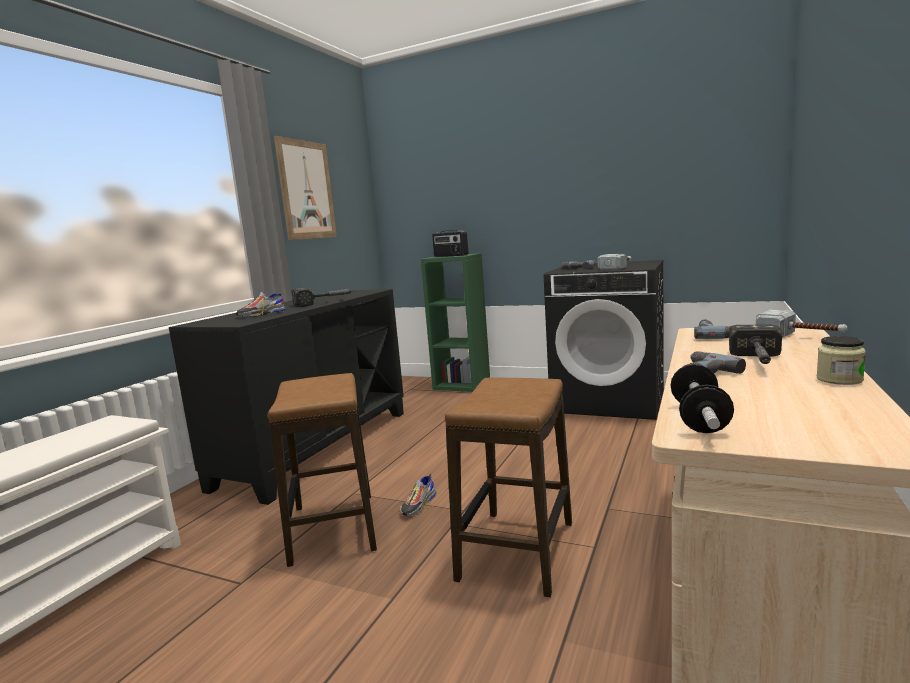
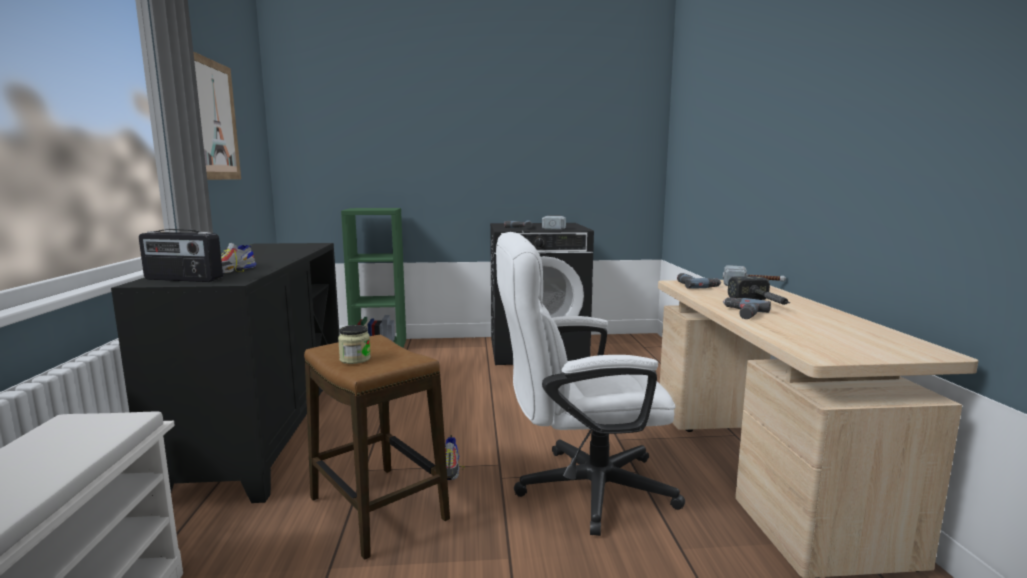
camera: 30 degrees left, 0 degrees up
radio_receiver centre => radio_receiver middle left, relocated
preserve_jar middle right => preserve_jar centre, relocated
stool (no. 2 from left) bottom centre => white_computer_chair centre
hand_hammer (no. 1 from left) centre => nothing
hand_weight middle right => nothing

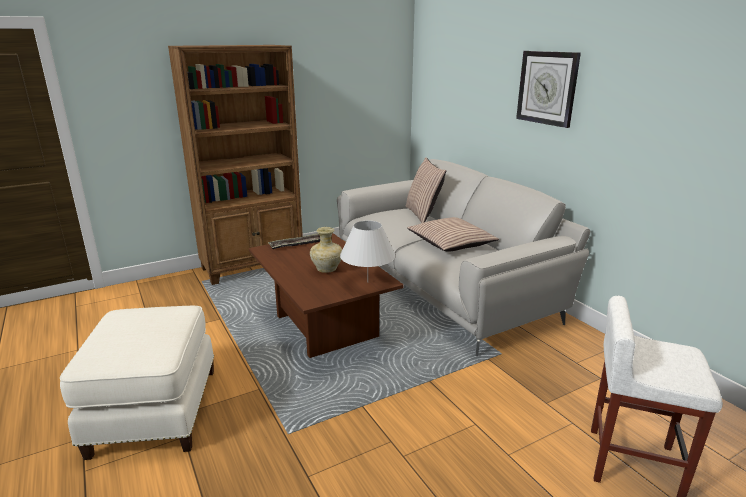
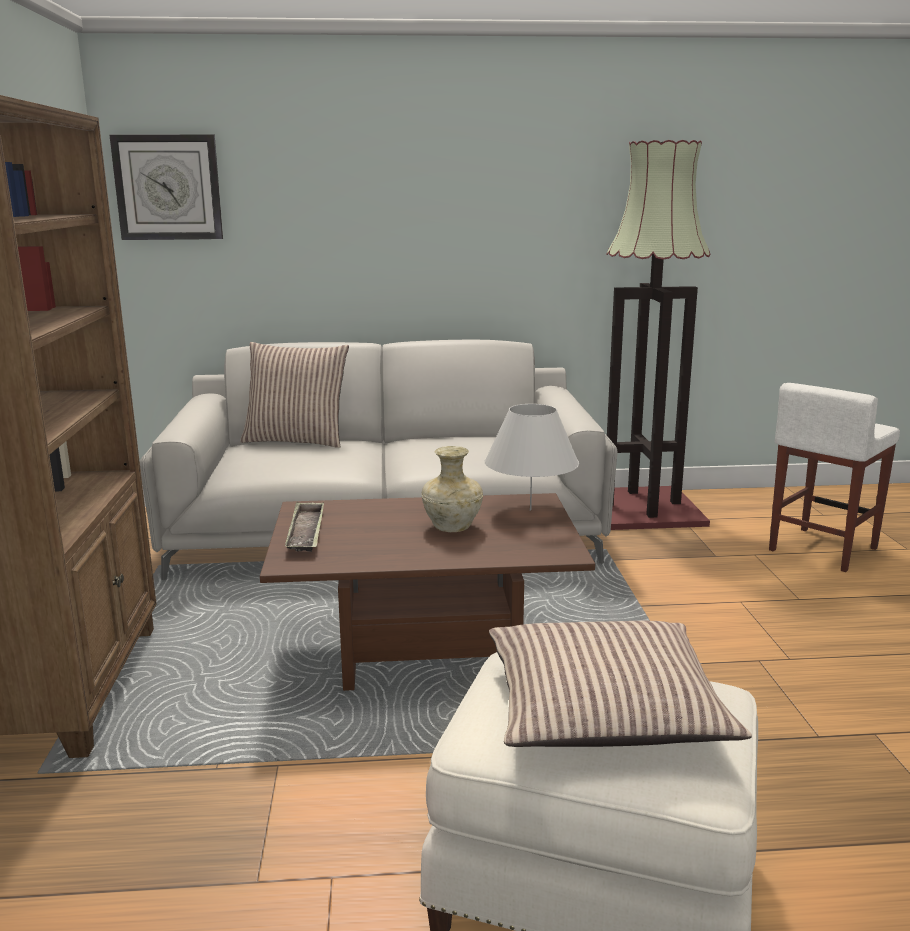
camera: 65 degrees left, 5 degrees down
clock_on_the_wall top right => clock_on_the_wall top left, relocated
pillow (no. 2 from left) centre => pillow (no. 2 from left) bottom right, relocated
nothing => standard_lamp middle right

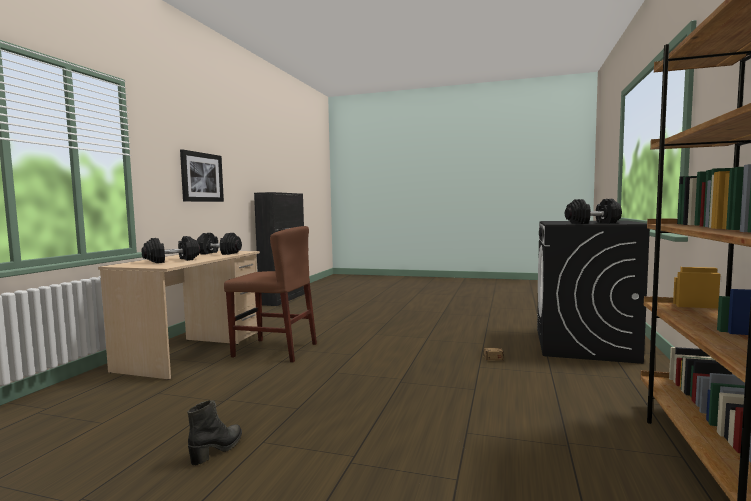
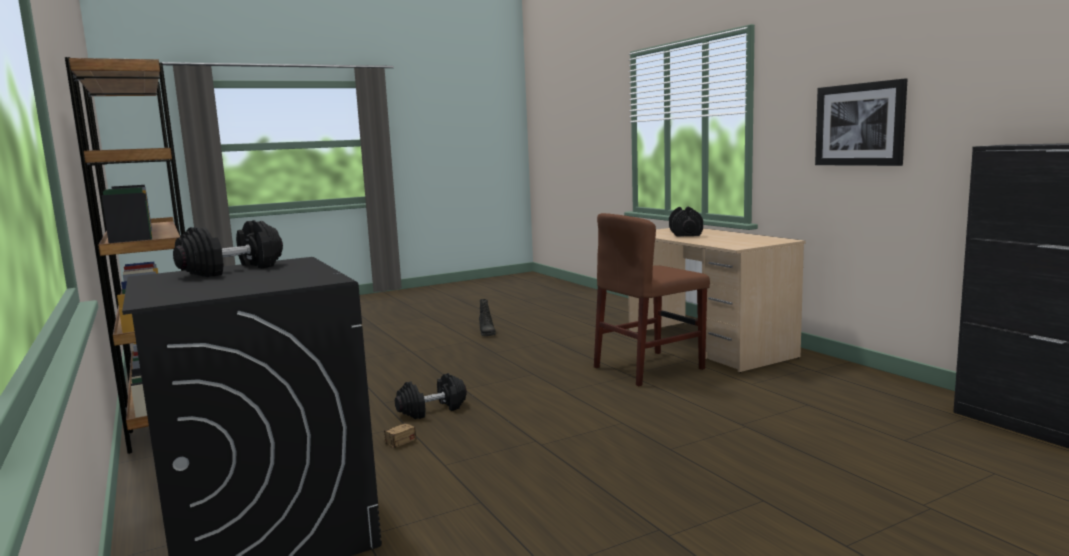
camera: 135 degrees right, 5 degrees up
blackish_hand_weight (no. 2 from left) middle left => blackish_hand_weight (no. 2 from left) bottom centre, relocated

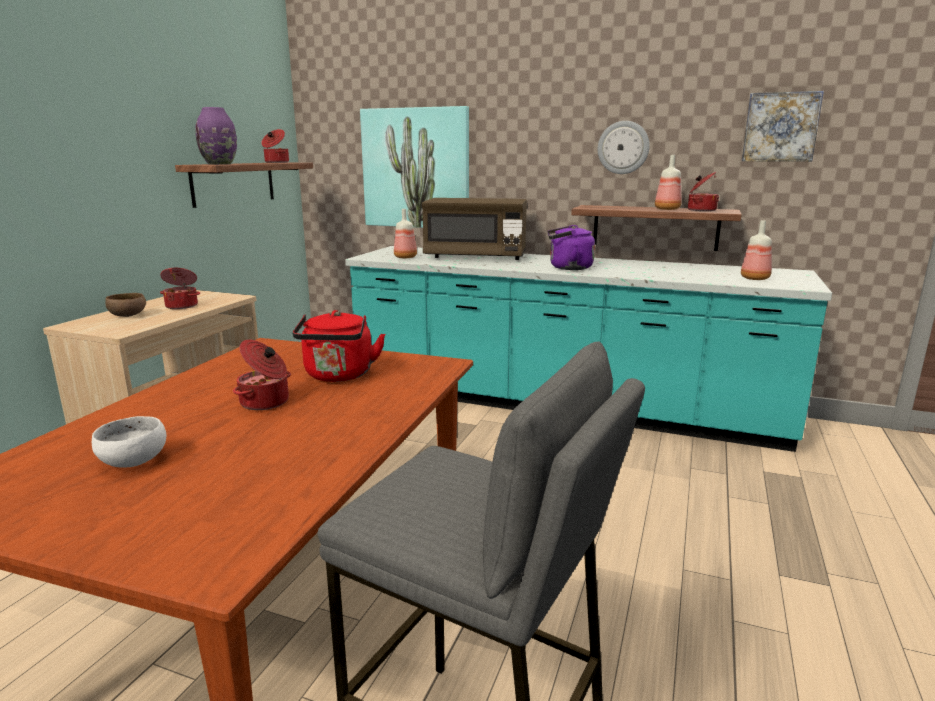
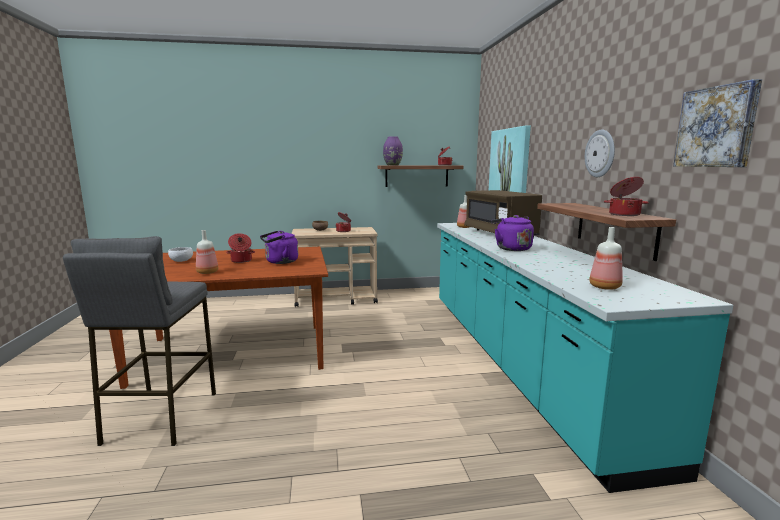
camera: 60 degrees right, 5 degrees down
beverage_bottle (no. 2 from left in the first image) top right => beverage_bottle (no. 1 from left) middle left, relocated
red-coloured_tea_kettle centre => purple-coloured_tea_kettle (no. 1 from left) centre

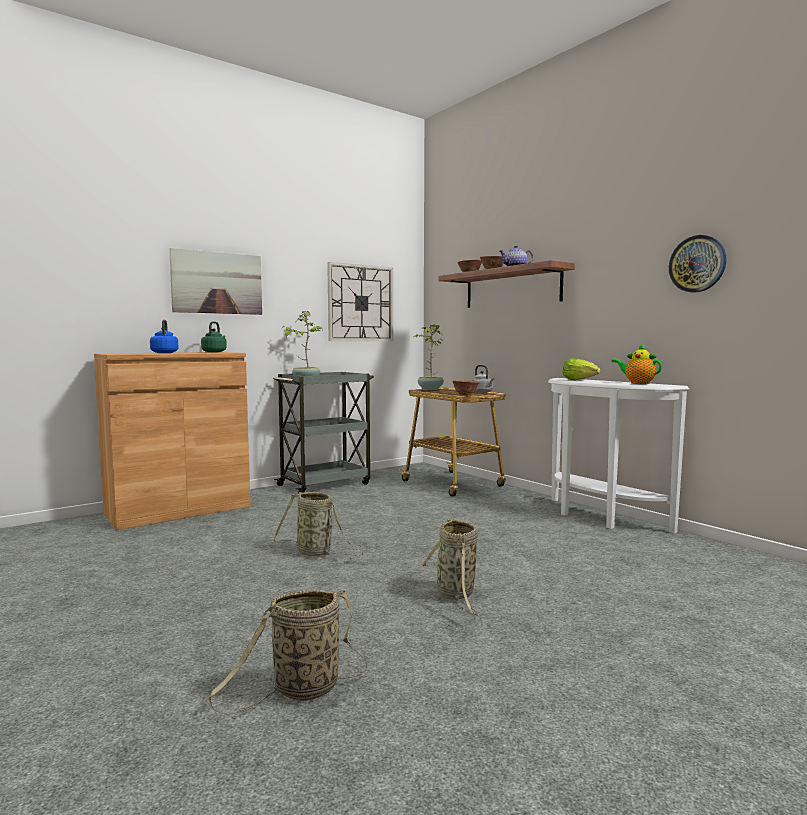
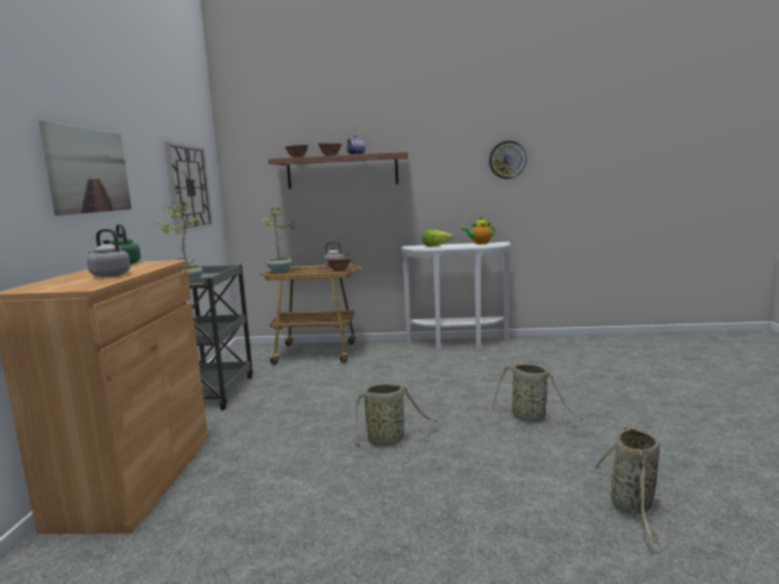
camera: 50 degrees left, 5 degrees up
bluish_tea_kettle middle left => grey_tea_kettle (no. 1 from left) middle left

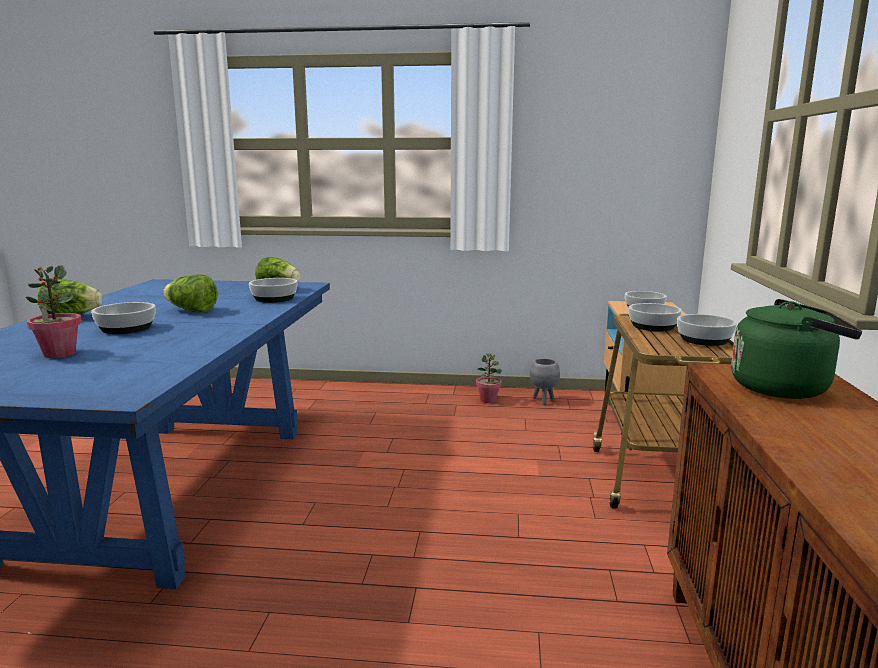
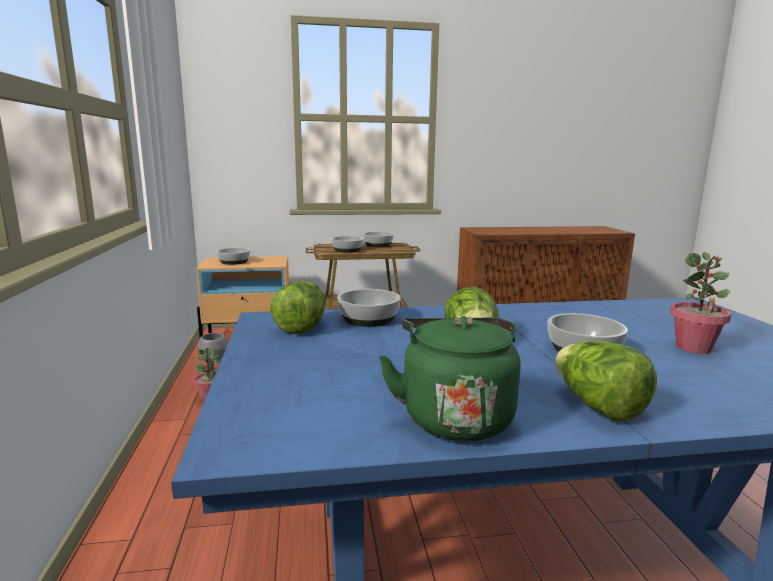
camera: 105 degrees left, 0 degrees up
green_tea_kettle middle right => green_tea_kettle centre, relocated

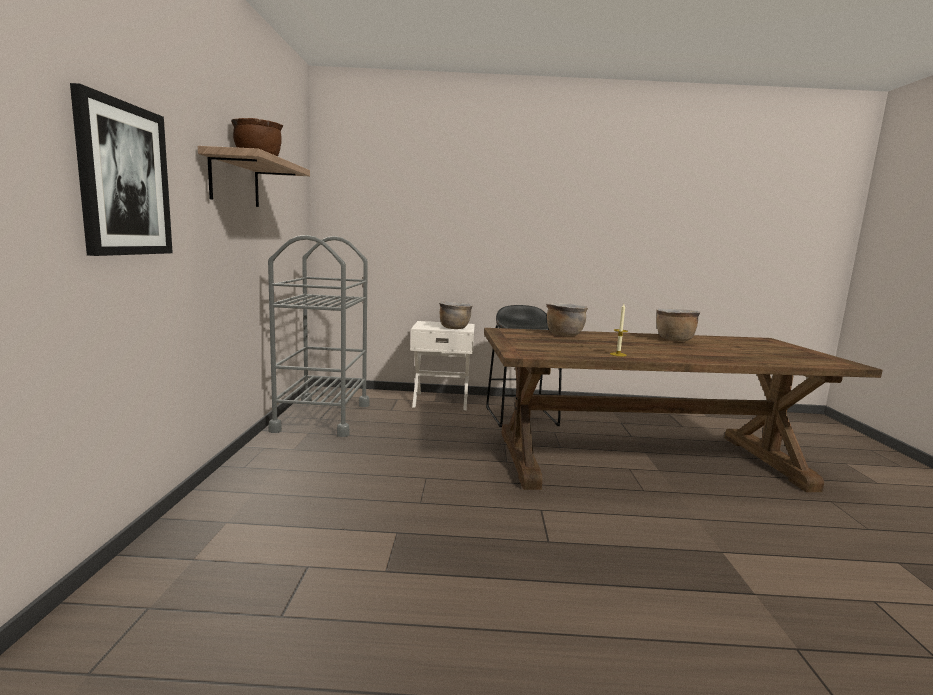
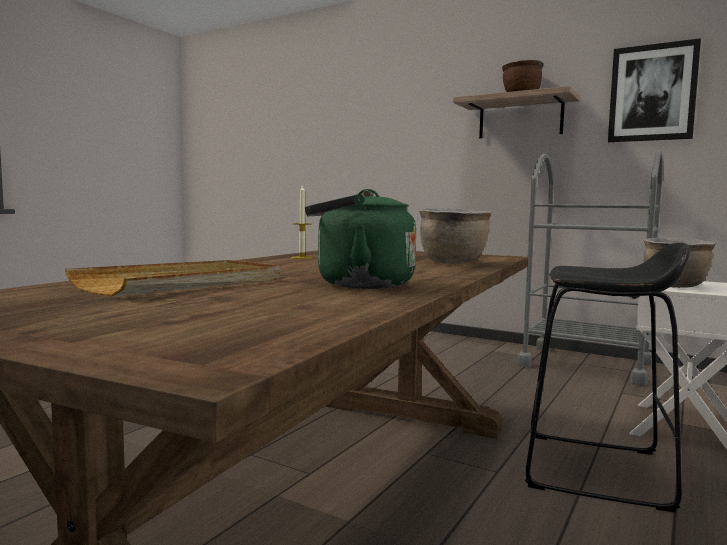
camera: 120 degrees right, 5 degrees down
nothing => beige_tray middle left
brown_stockpot (no. 4 from left) middle right => green_tea_kettle centre
wall_art top left => wall_art top right, relocated

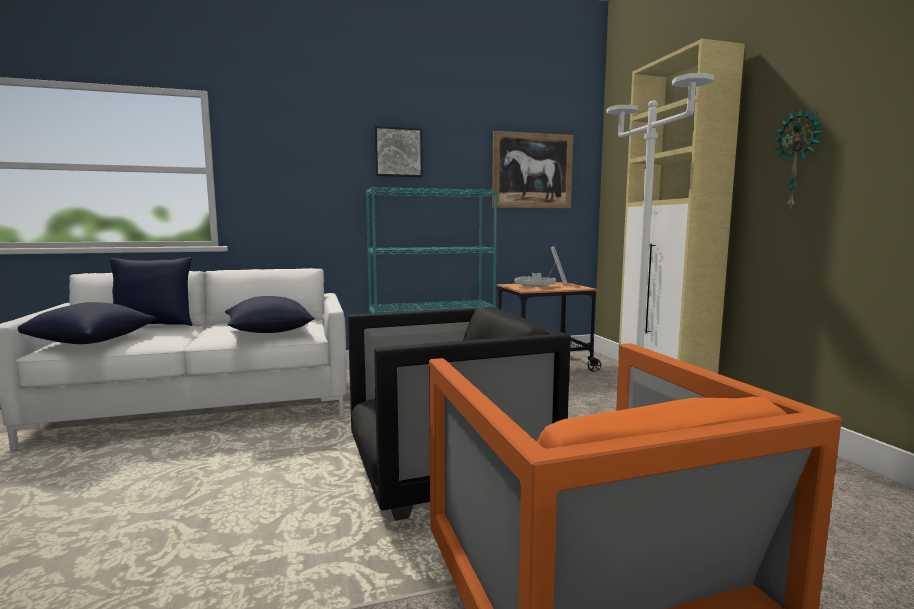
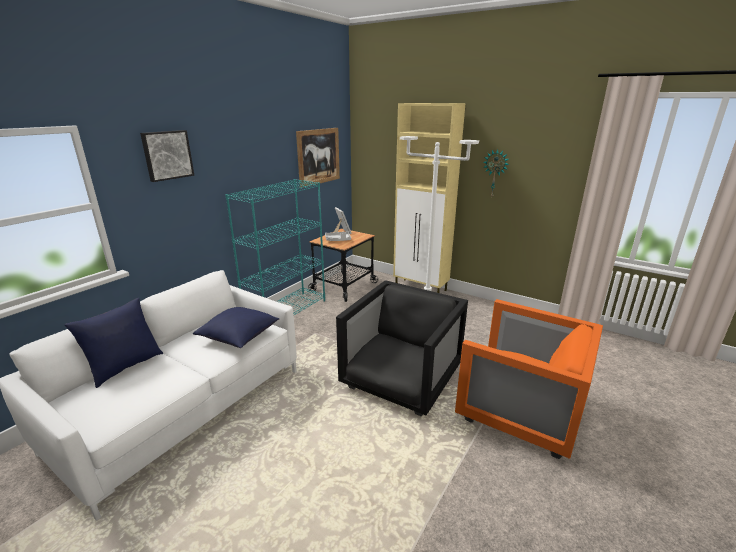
camera: 40 degrees left, 15 degrees up
wall_art (no. 1 from left) top centre => wall_art (no. 1 from left) top left, relocated
bluish_pillow (no. 1 from left) middle left => nothing

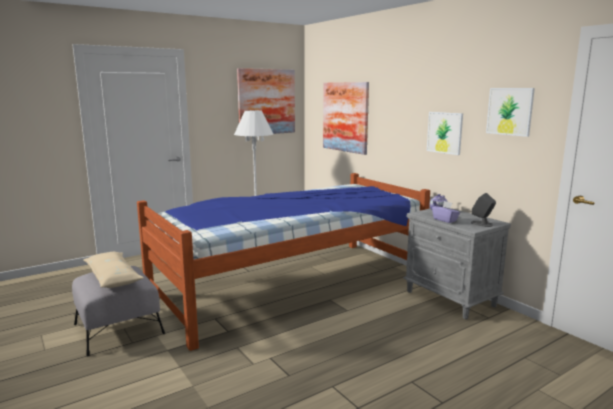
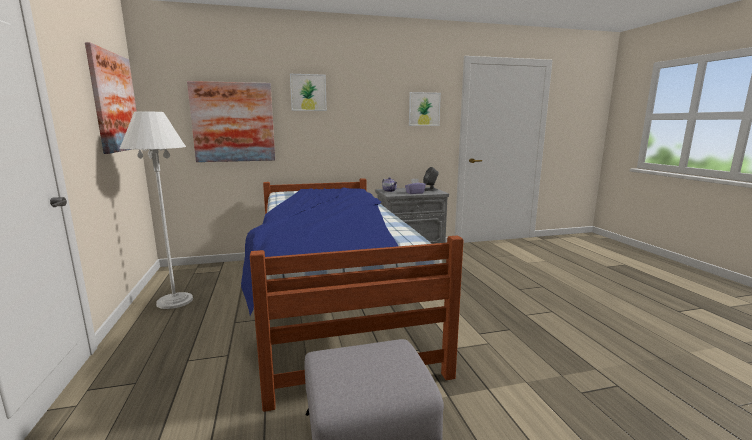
camera: 70 degrees left, 0 degrees up
wall_art (no. 3 from left) top right => wall_art (no. 3 from left) top centre, relocated
beige_pillow middle left => nothing

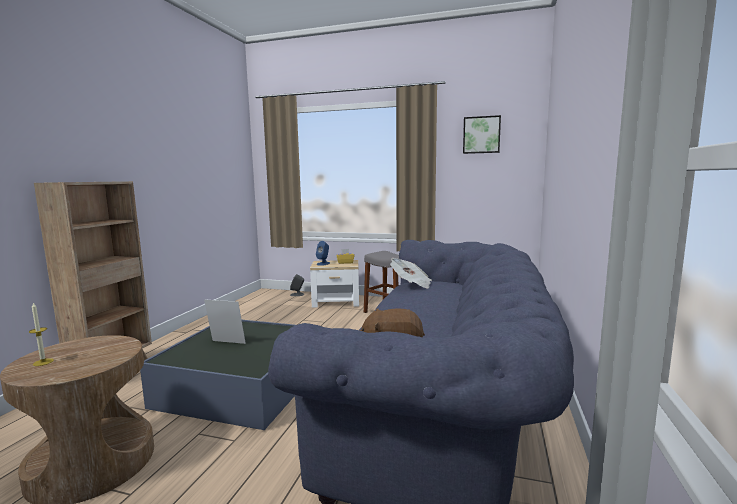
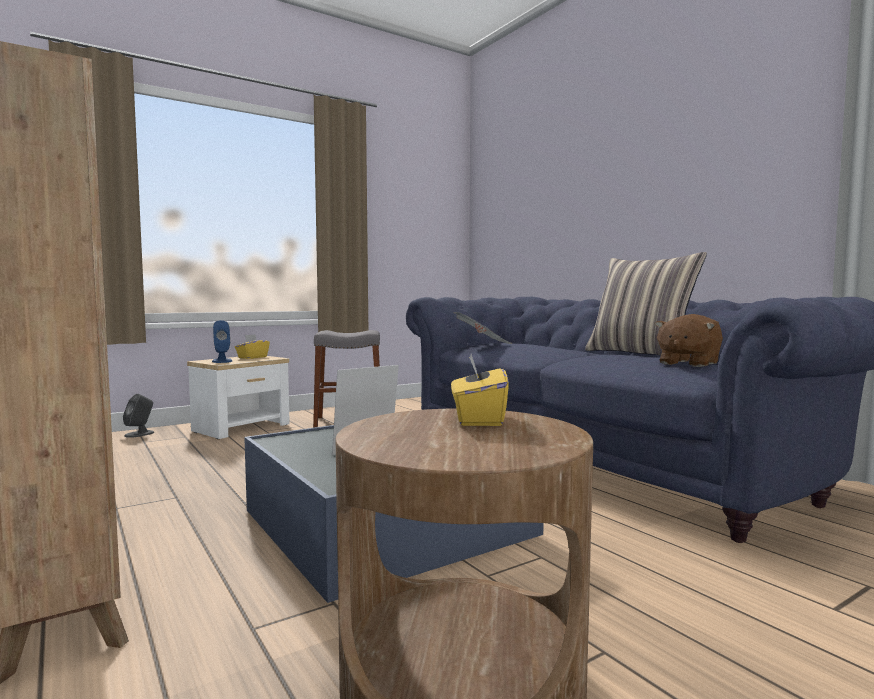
camera: 50 degrees left, 5 degrees down
nothing => yellowish_box_of_tissues (no. 2 from left) centre
nothing => pillow middle right
wax_candle middle left => nothing
wall_art top centre => nothing

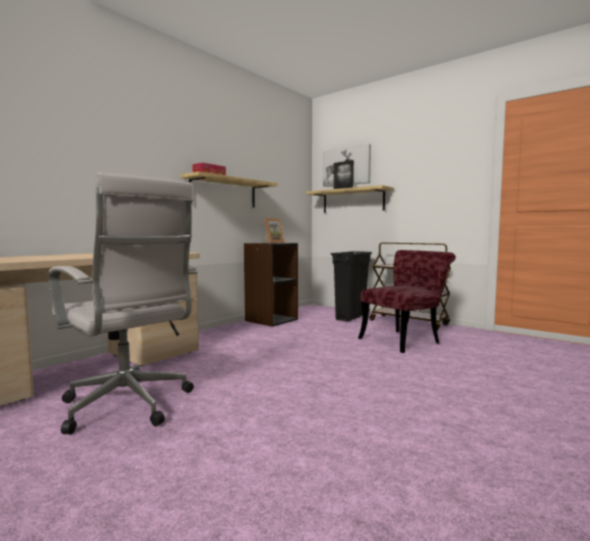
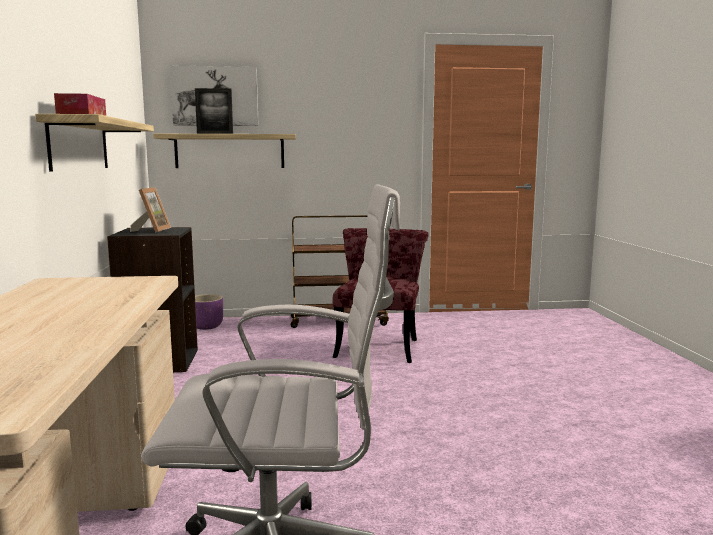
camera: 45 degrees left, 5 degrees up
nothing => purple-coloured_flower_pot middle left
blackish_waste_bin centre => nothing

